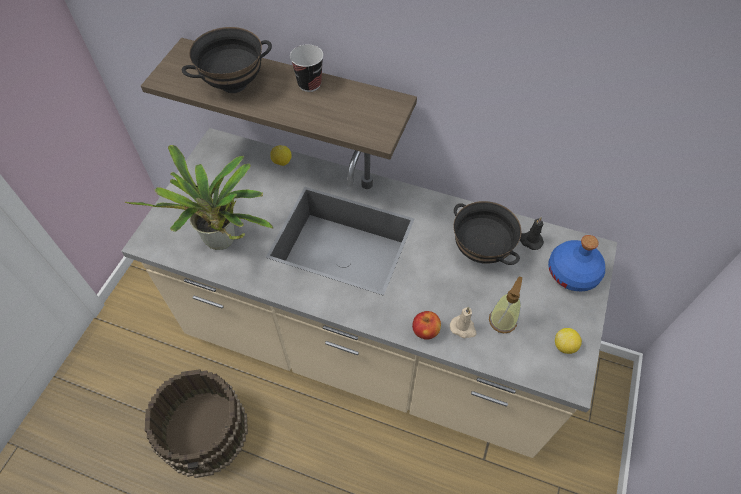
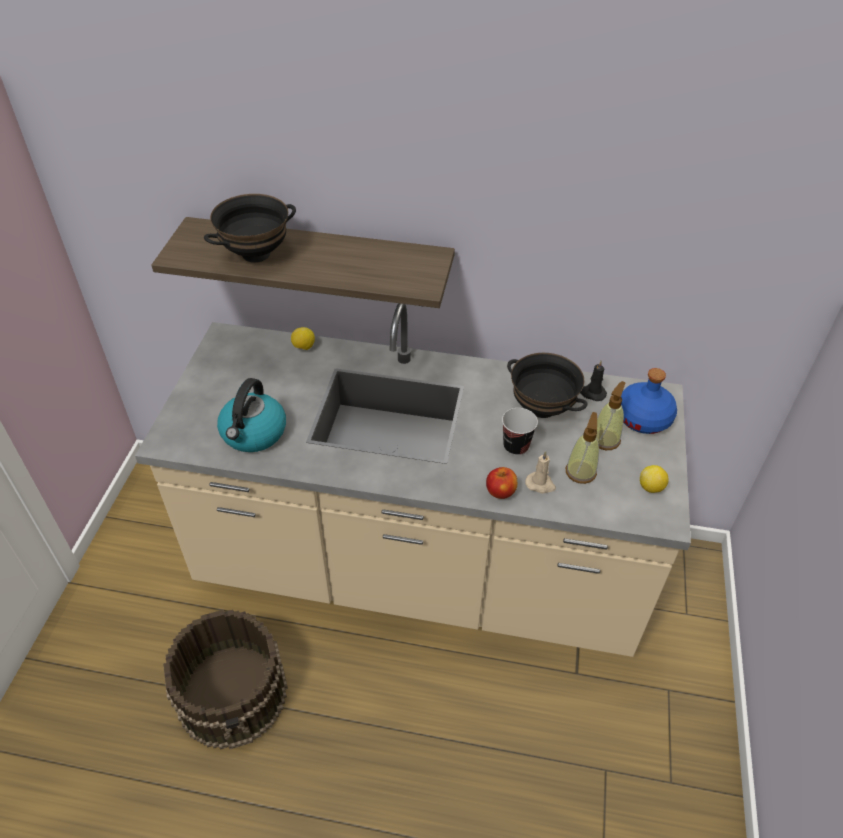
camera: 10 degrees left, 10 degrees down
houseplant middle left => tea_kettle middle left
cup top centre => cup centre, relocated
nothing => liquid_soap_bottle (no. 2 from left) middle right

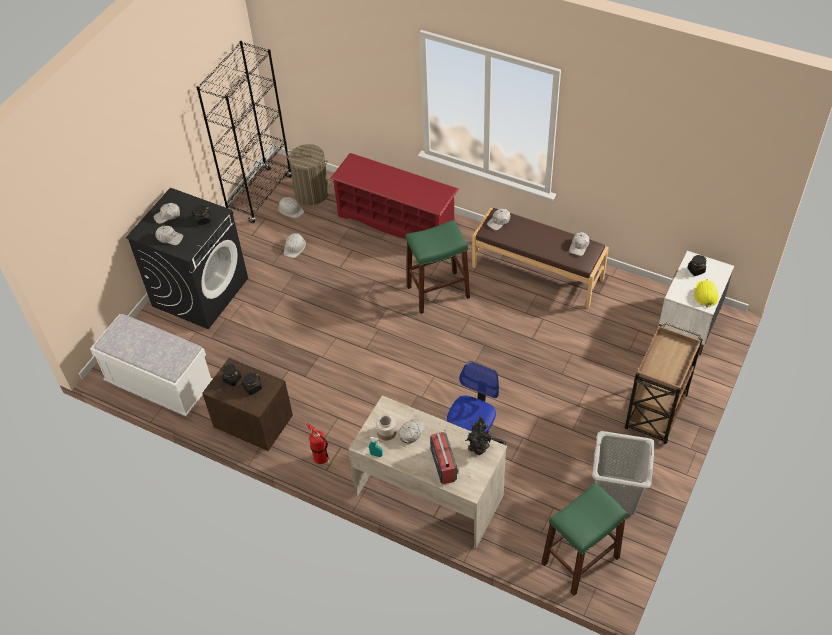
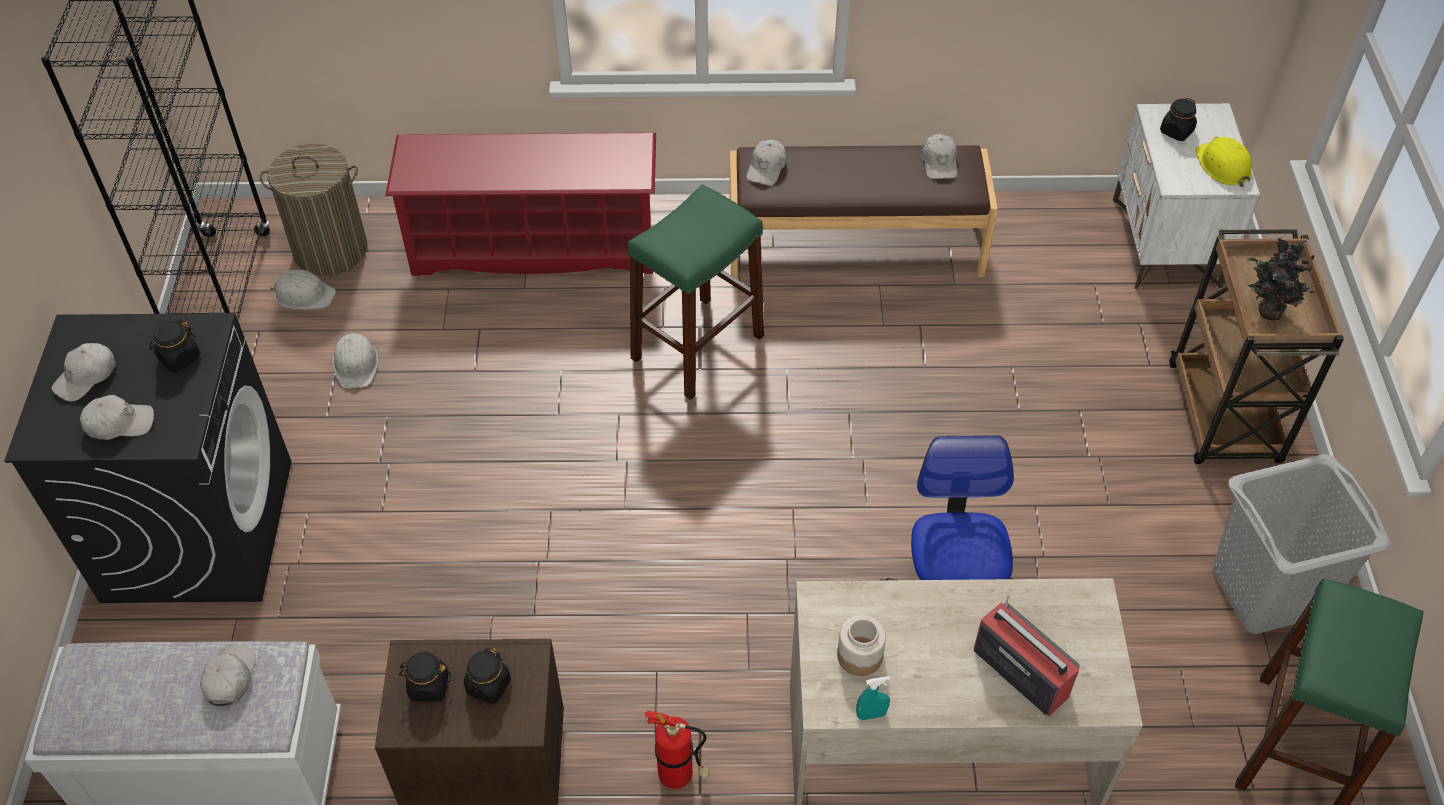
camera: 30 degrees left, 0 degrees up
white_baseball_cap (no. 3 from left) bottom centre => white_baseball_cap (no. 3 from left) bottom left, relocated
houseplant bottom centre => houseplant middle right, relocated

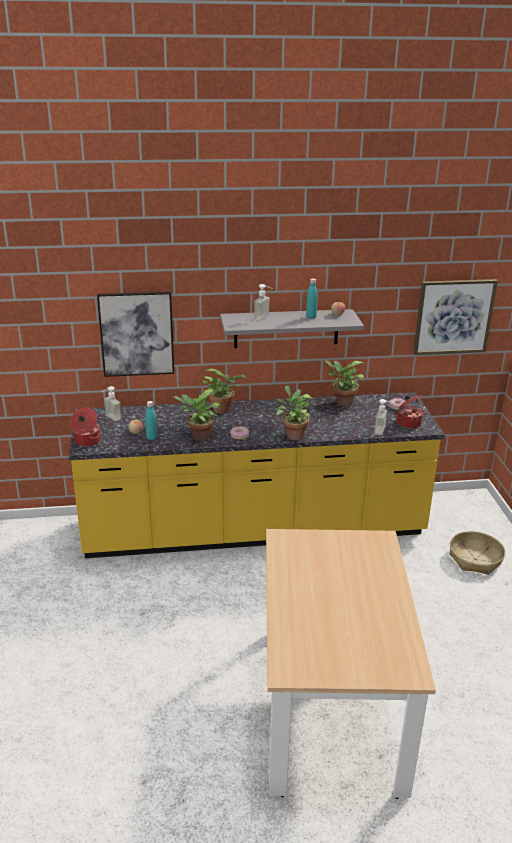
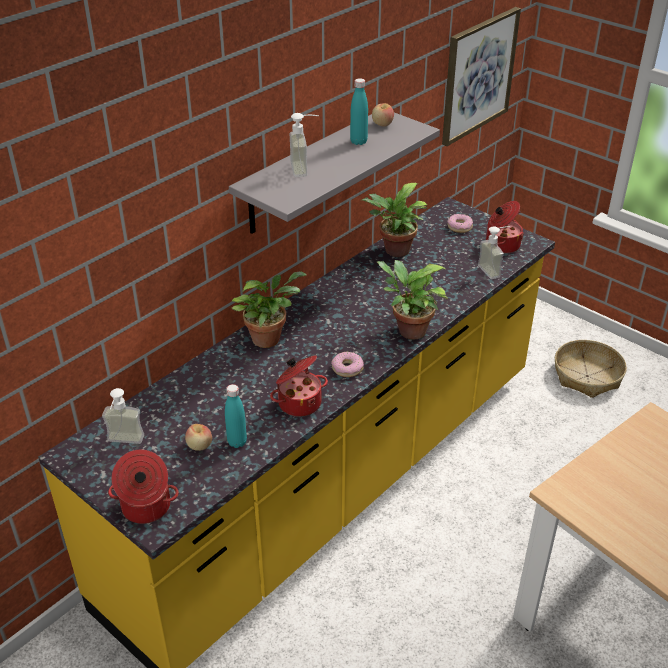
camera: 40 degrees left, 10 degrees up
houseplant (no. 1 from left) centre => stockpot (no. 2 from left) centre
wall_art (no. 1 from left) middle left => nothing

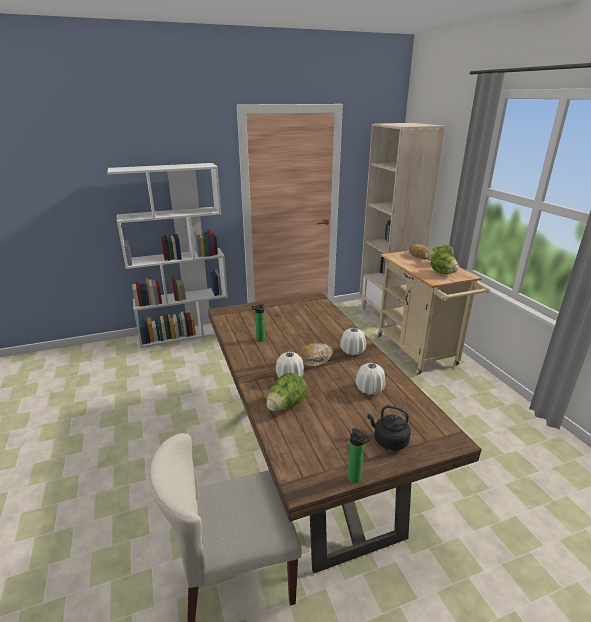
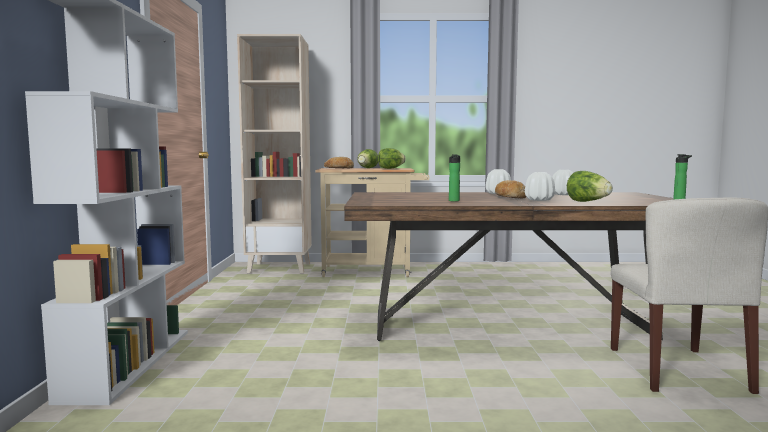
camera: 70 degrees left, 20 degrees down
blackish_tea_kettle bottom centre => nothing

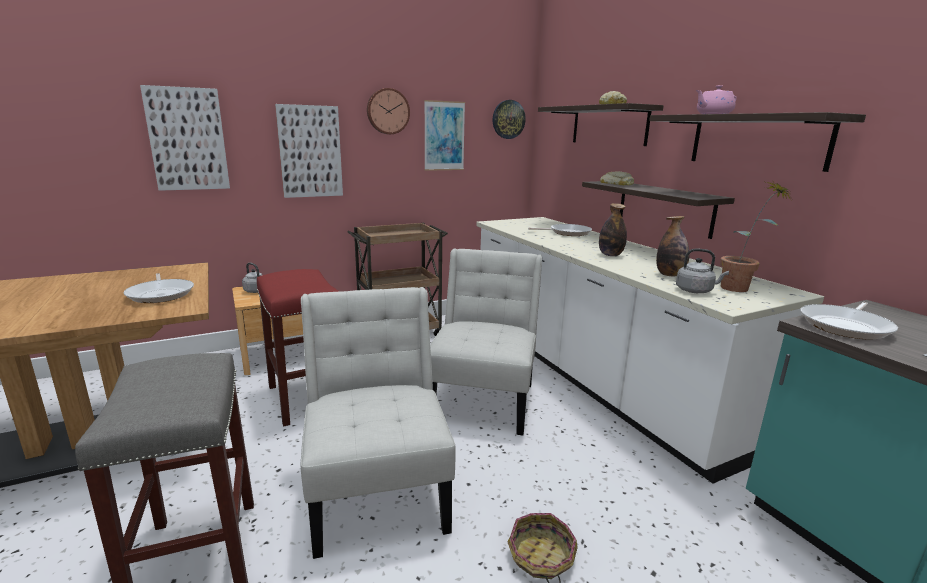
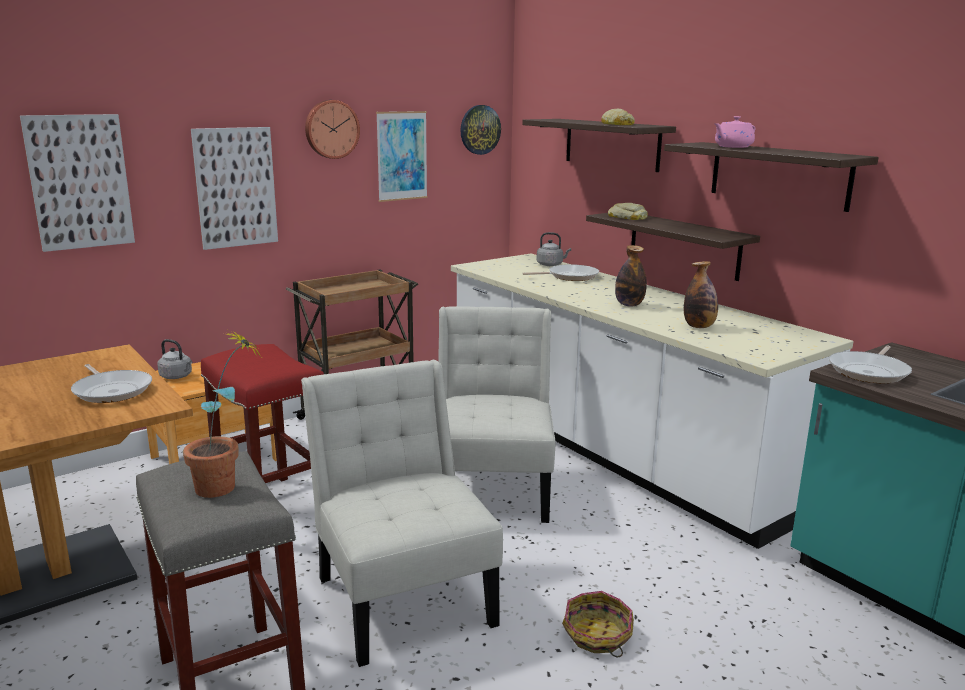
camera: 10 degrees left, 0 degrees up
houseplant middle right => houseplant middle left, relocated
grey_tea_kettle (no. 2 from left) middle right => grey_tea_kettle (no. 2 from left) centre, relocated

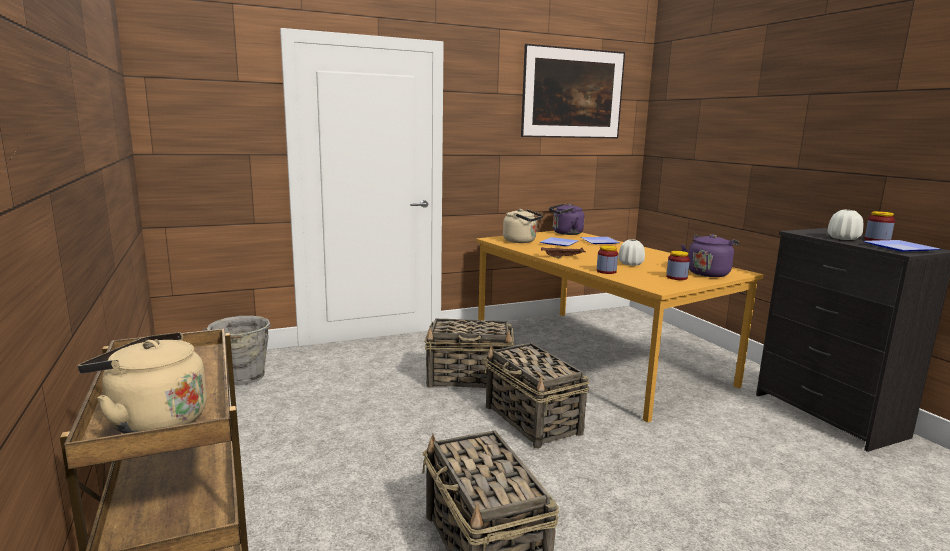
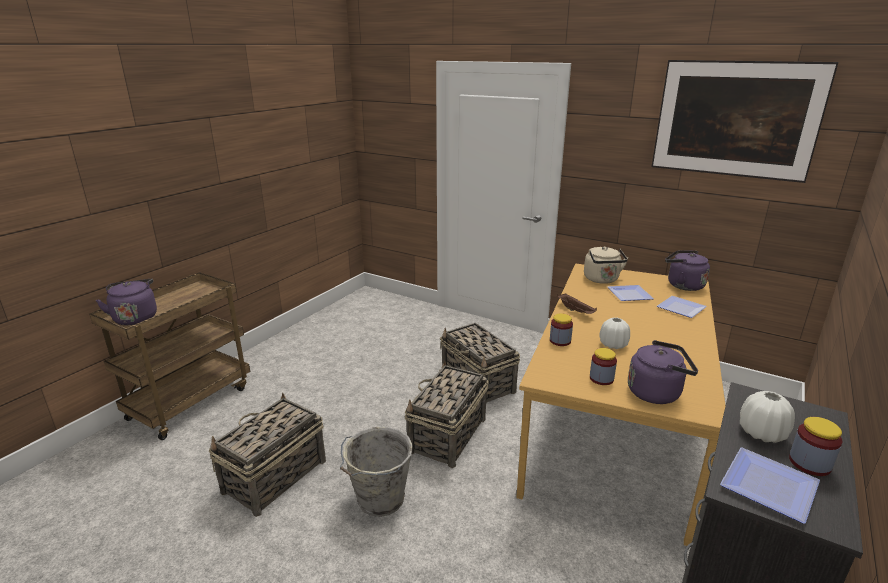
camera: 55 degrees right, 10 degrees up
beige_tea_kettle (no. 1 from left) bottom left => purple-coloured_tea_kettle (no. 1 from left) middle left
grey_bucket middle left => grey_bucket bottom centre, relocated

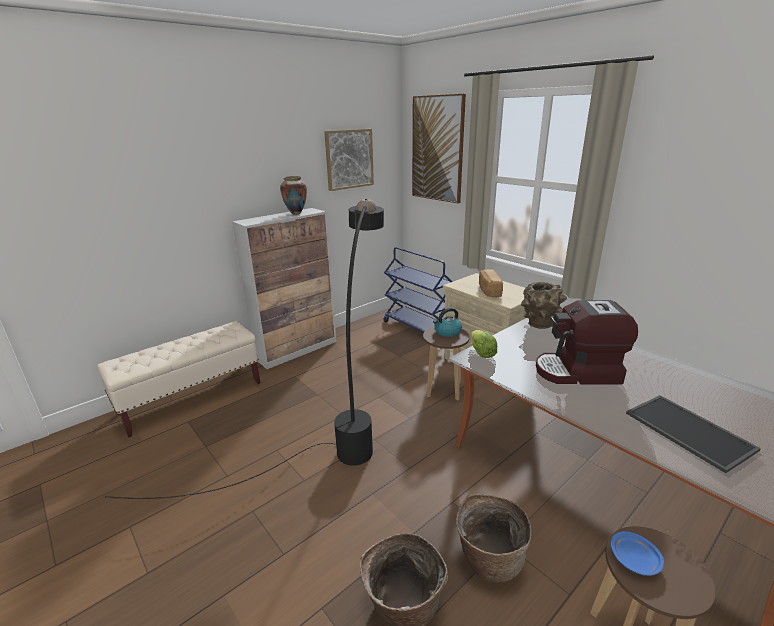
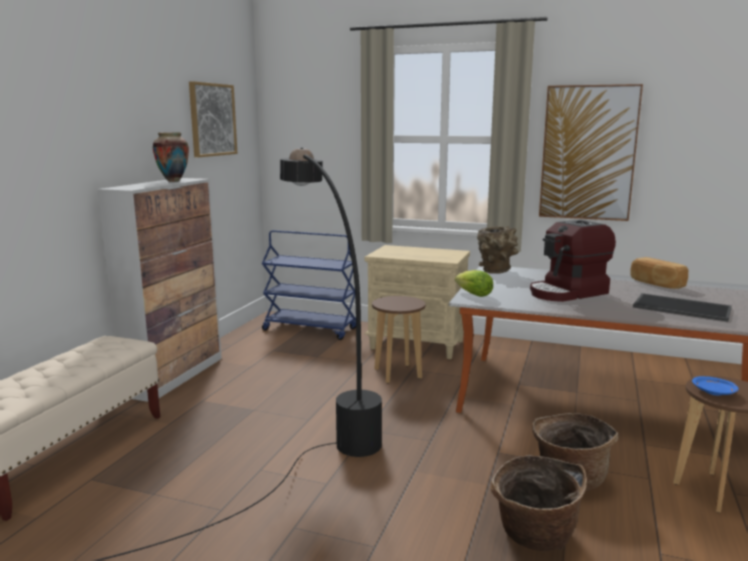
camera: 30 degrees left, 10 degrees down
wall_art (no. 2 from left) top centre => wall_art (no. 2 from left) top right, relocated
baked_bread centre => baked_bread middle right, relocated
tea_kettle centre => nothing

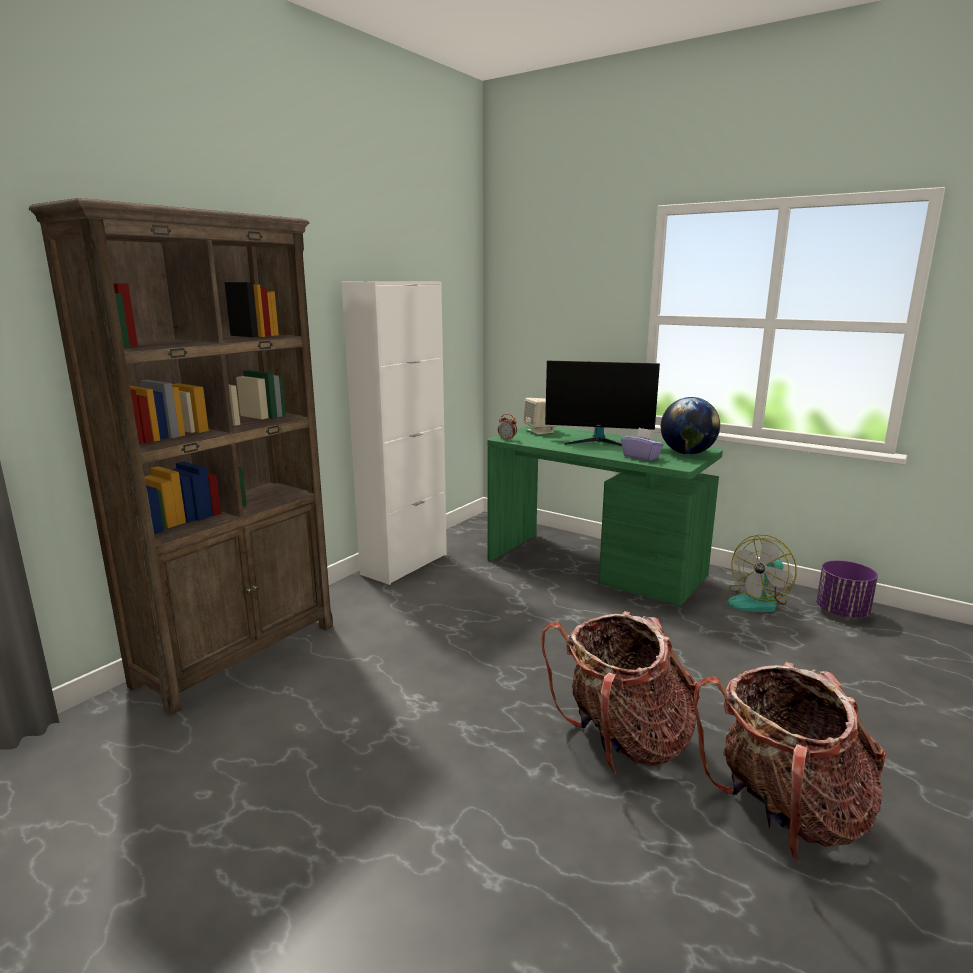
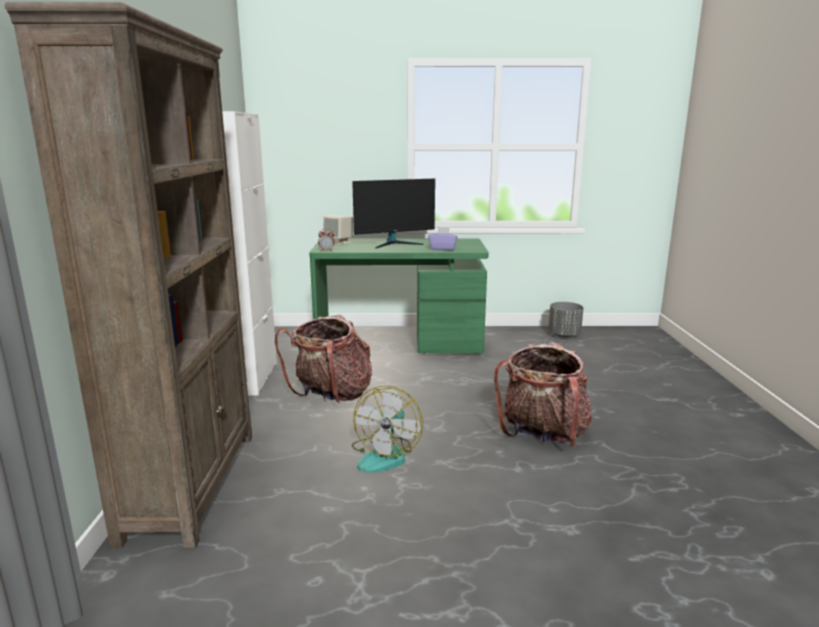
camera: 35 degrees left, 0 degrees up
knapsack (no. 2 from left in the first image) bottom right => knapsack (no. 1 from left) centre, relocated
cooling_fan middle right => cooling_fan bottom centre, relocated
purple-coloured_flower_pot middle right => grey_flower_pot middle right
globe middle right => nothing

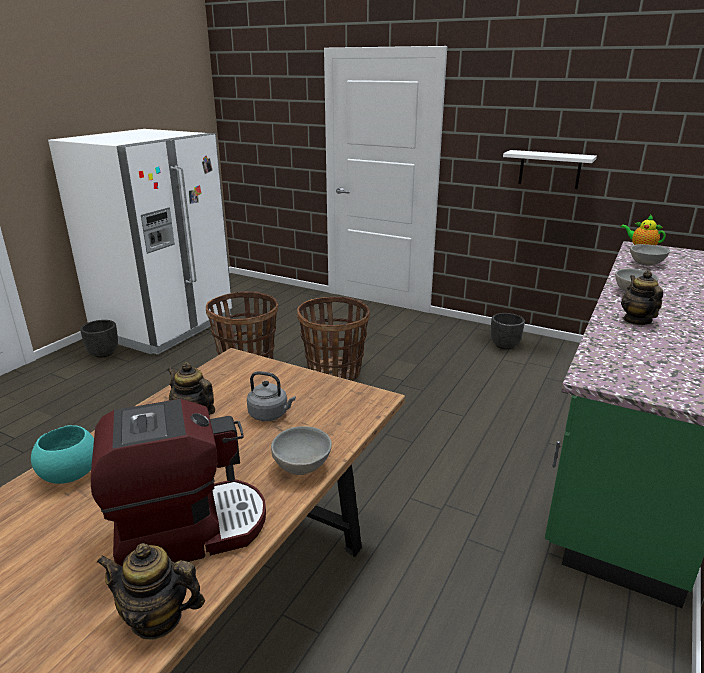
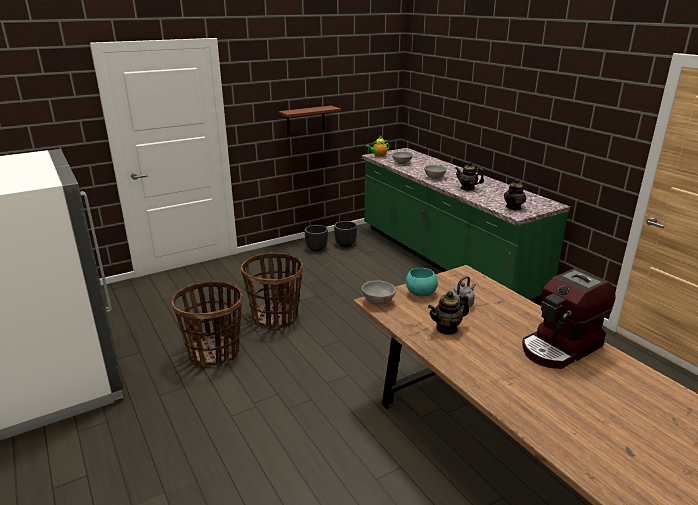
camera: 60 degrees left, 0 degrees up
white_bracket_shelf top right => brown_bracket_shelf top centre
blackish_flower_pot (no. 1 from left in the first image) middle left => blackish_flower_pot (no. 2 from left) centre, relocated
grey_bowl (no. 1 from left) bottom centre => grey_bowl (no. 1 from left) centre, relocated
turquoise_bowl bottom left => turquoise_bowl centre, relocated
pot_for_tea (no. 1 from left in the first image) bottom left => pot_for_tea (no. 4 from left) middle right, relocated
coffee_maker bottom left => coffee_maker middle right, 135 degrees counterclockwise

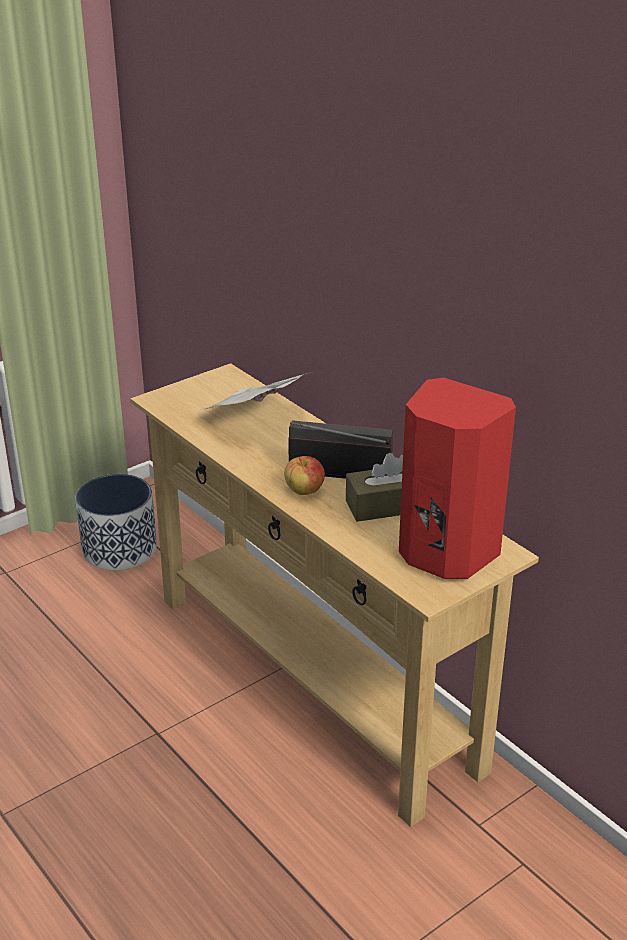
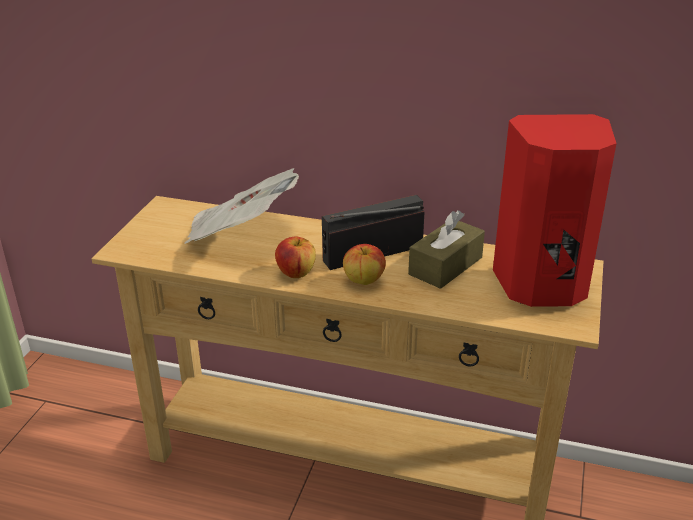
camera: 35 degrees left, 0 degrees up
nothing => whole_apple (no. 1 from left) centre
flower_pot middle left => nothing

